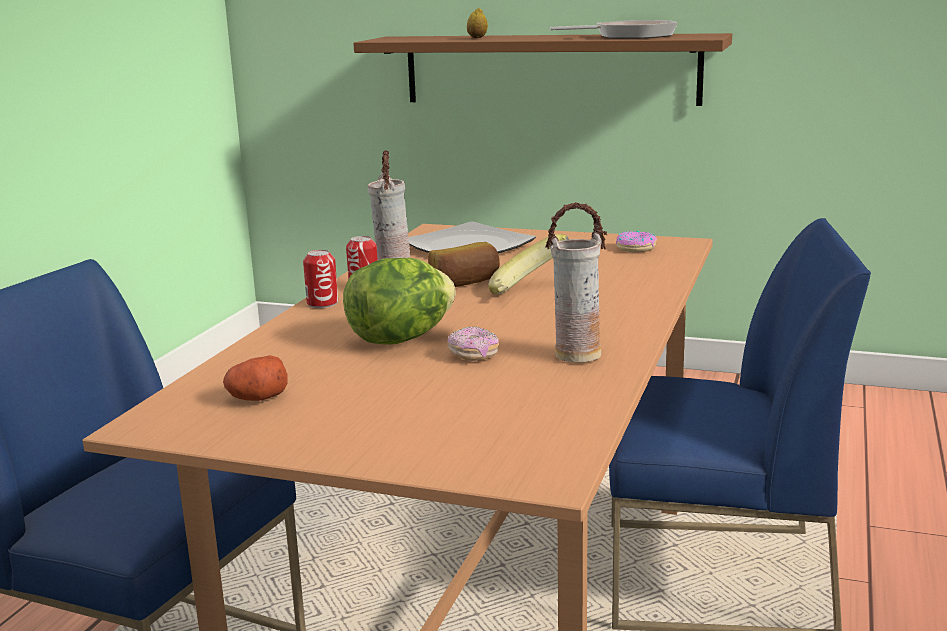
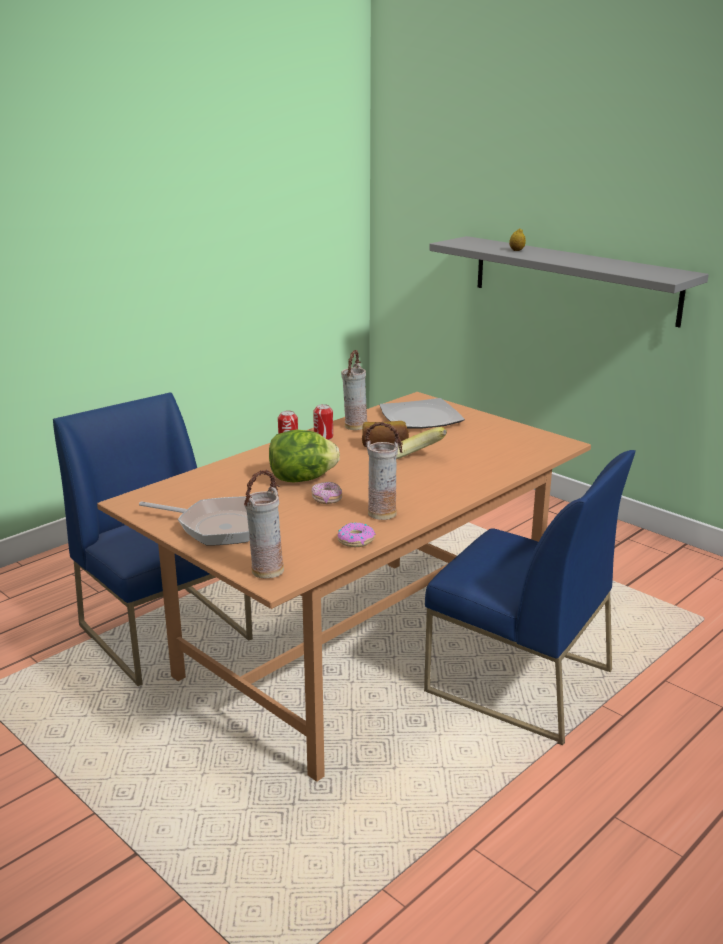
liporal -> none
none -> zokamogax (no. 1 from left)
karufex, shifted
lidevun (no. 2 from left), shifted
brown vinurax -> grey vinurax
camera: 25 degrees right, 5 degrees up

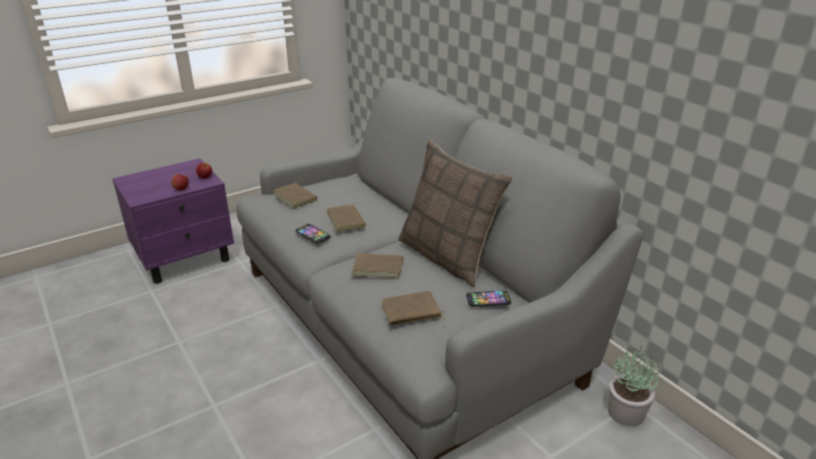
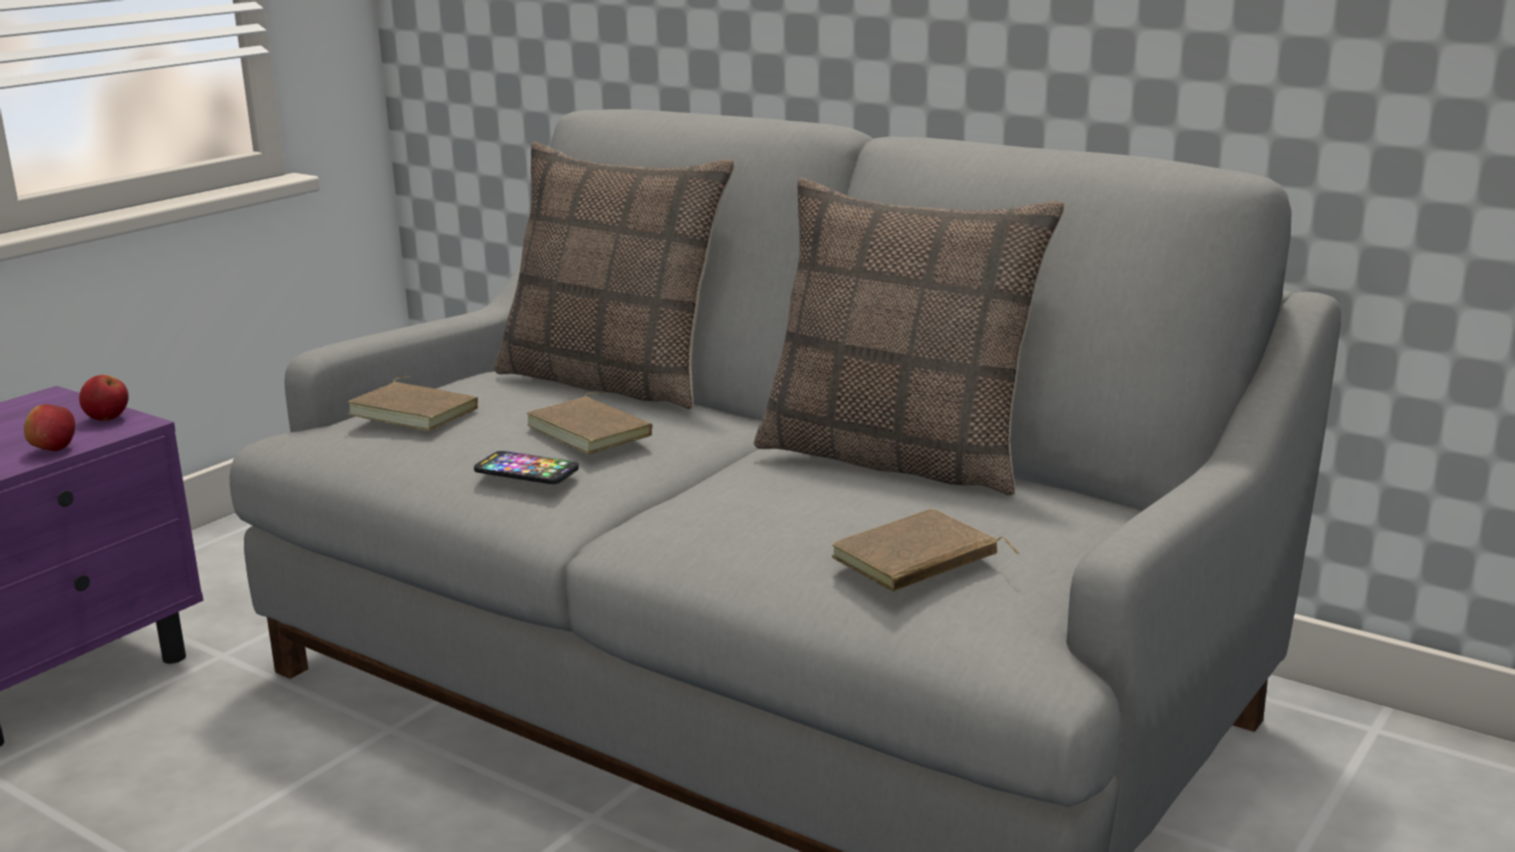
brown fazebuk (no. 3 from left) -> none
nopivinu (no. 2 from left) -> none
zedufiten -> none
none -> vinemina (no. 1 from left)
camera: 20 degrees left, 10 degrees down

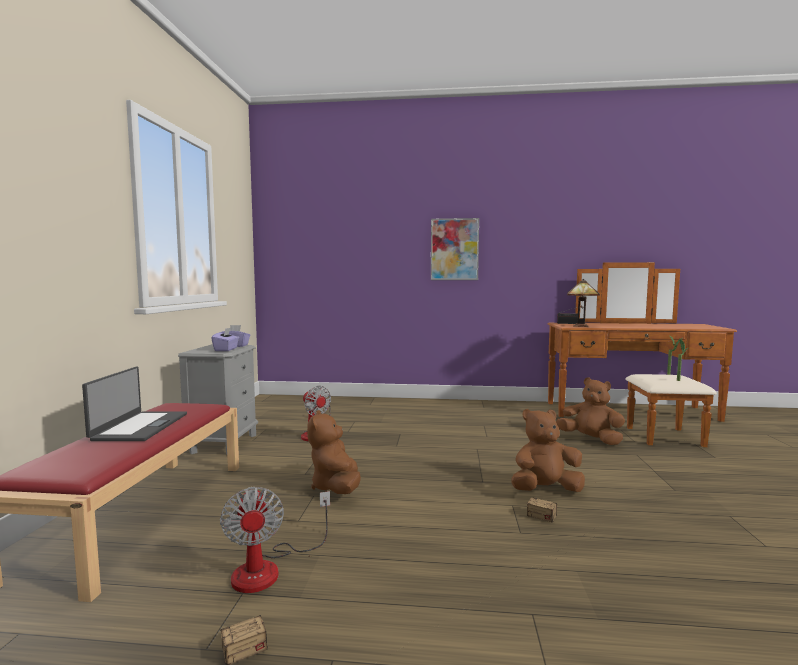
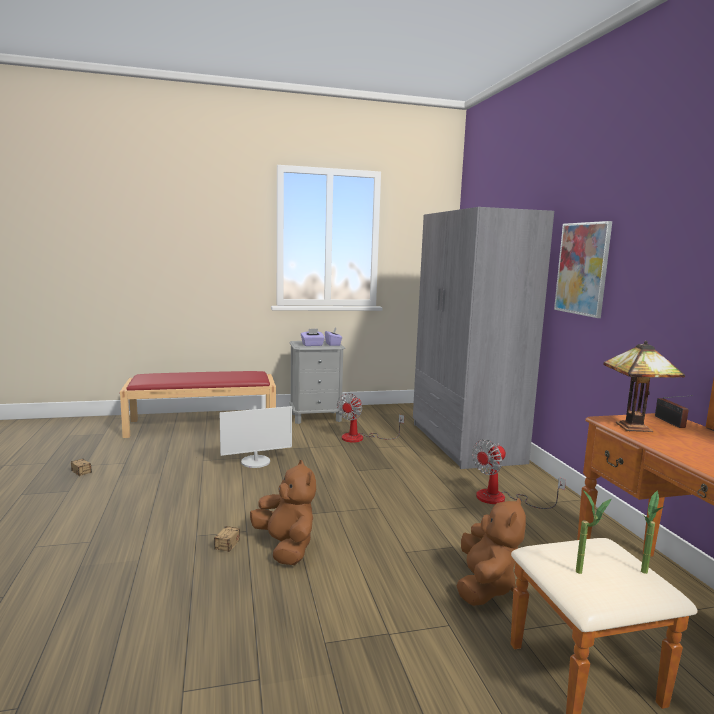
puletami -> none
none -> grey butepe
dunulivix (no. 1 from left in the first image) -> dunulivix (no. 2 from left), shifted
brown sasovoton (no. 1 from left) -> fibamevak
camera: 70 degrees right, 5 degrees up

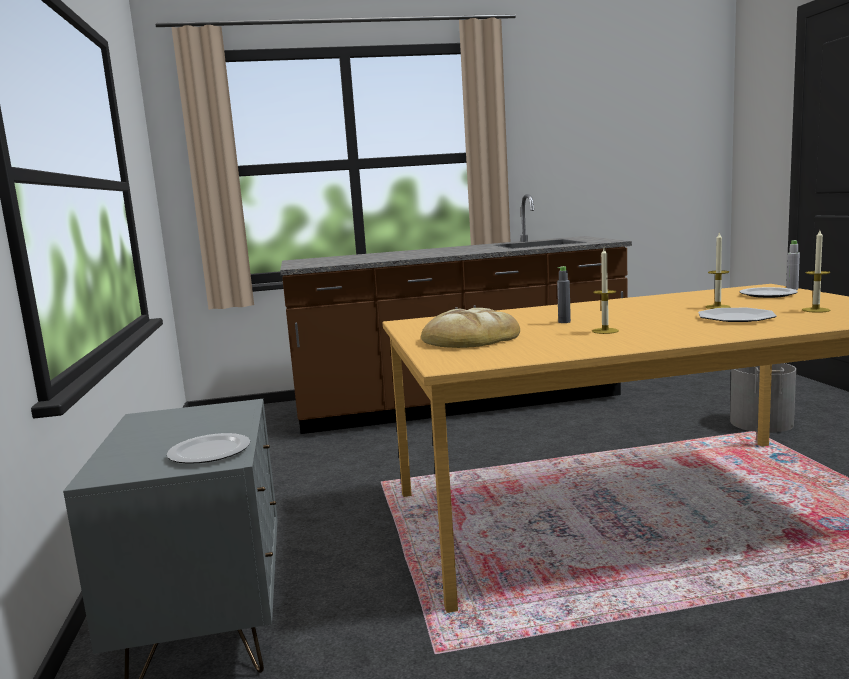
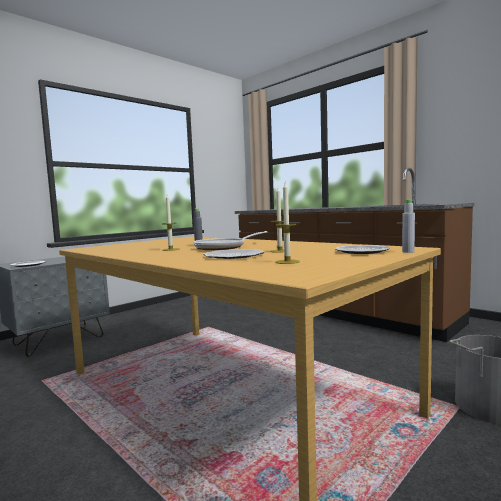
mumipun -> none
none -> karufex
camera: 55 degrees right, 5 degrees down

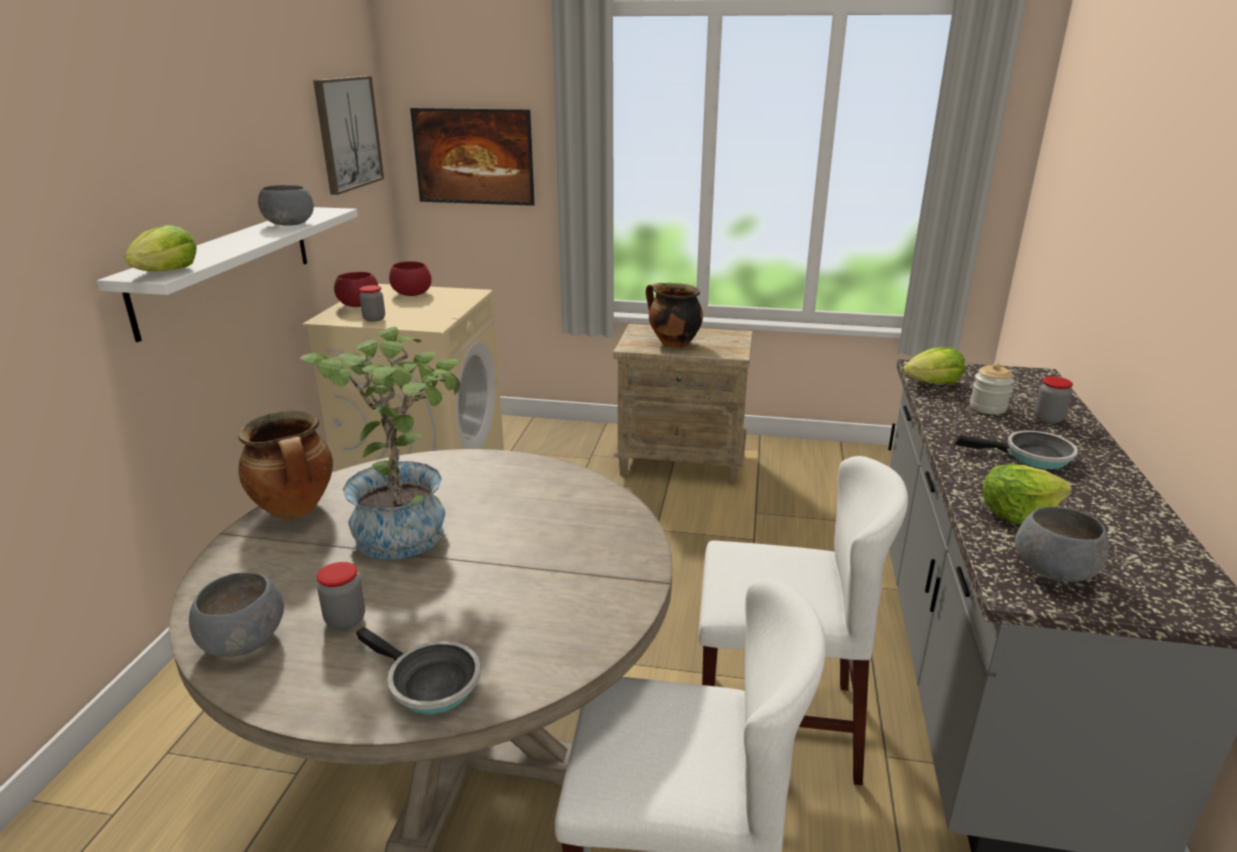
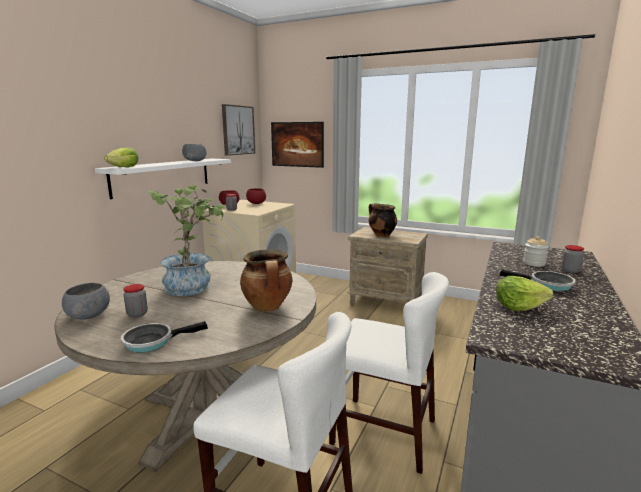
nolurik (no. 2 from left) -> none
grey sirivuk (no. 3 from left) -> none
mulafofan (no. 1 from left), shifted
karufex (no. 1 from left), 105 degrees clockwise
camera: 15 degrees right, 10 degrees down

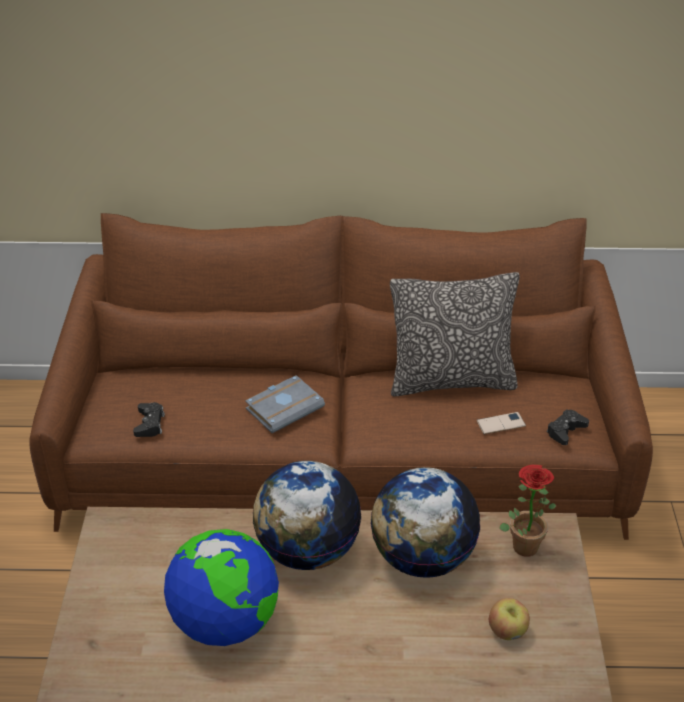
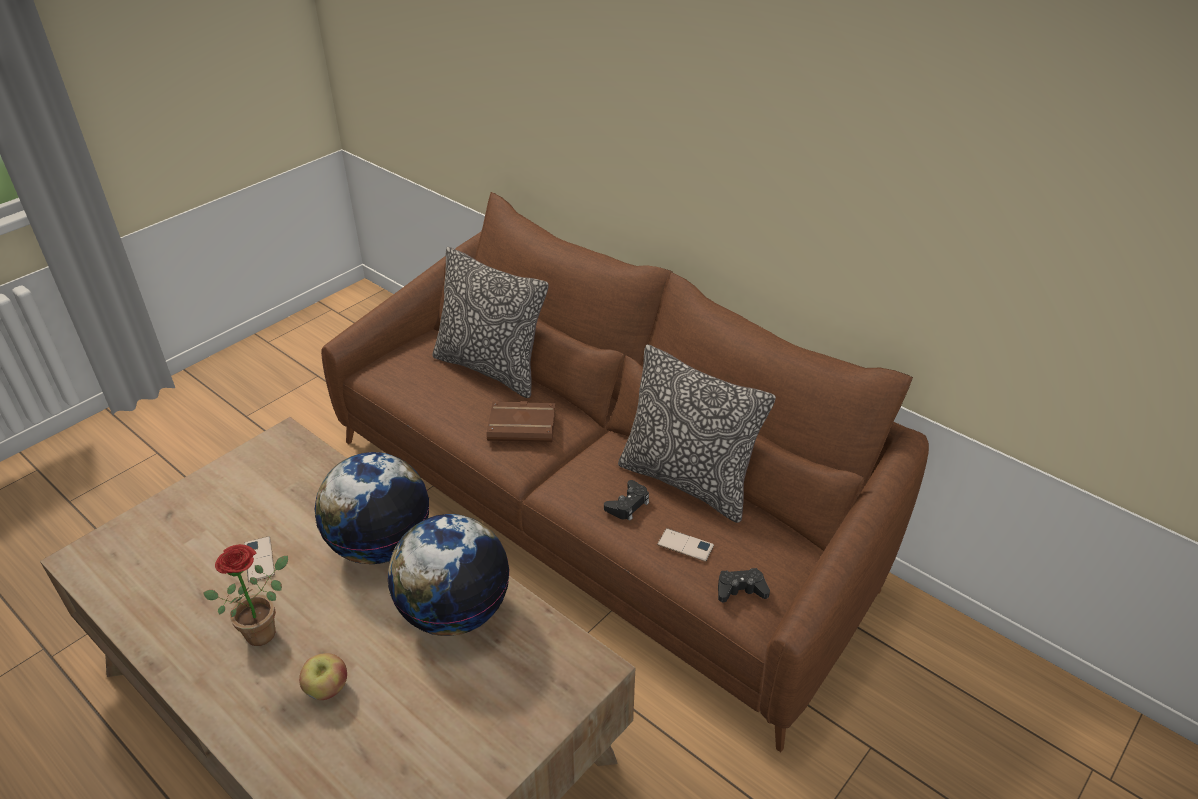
none -> vinemina (no. 1 from left)
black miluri (no. 1 from left), shifted
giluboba, shifted
zedufiten, shifted
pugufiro (no. 1 from left) -> nopivinu (no. 1 from left)
grey fazebuk -> brown fazebuk
camera: 40 degrees right, 0 degrees up

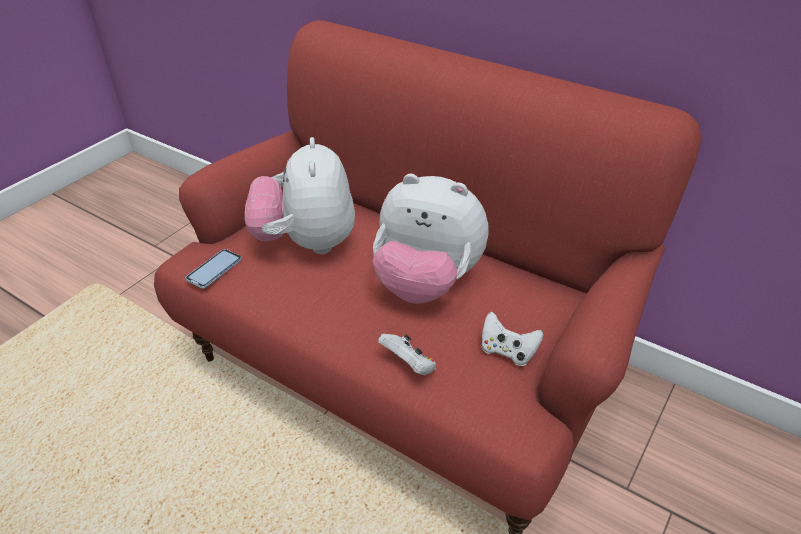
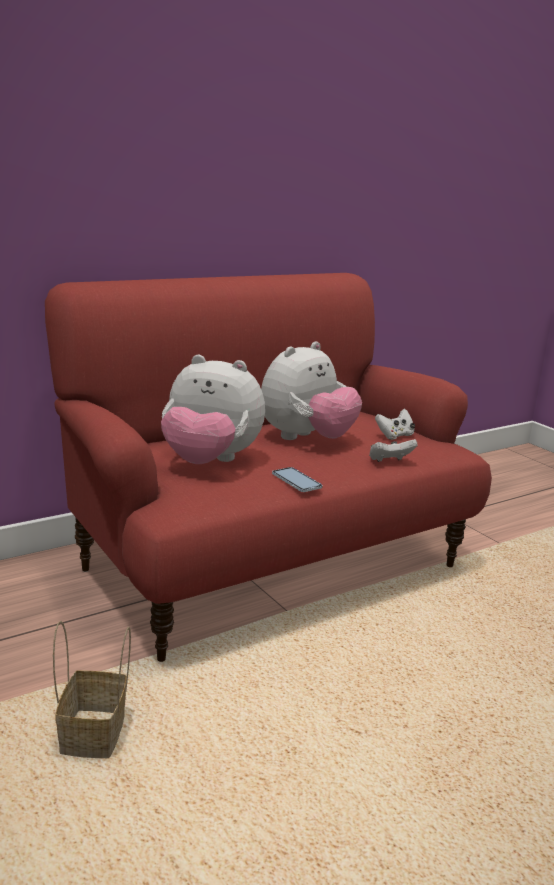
none -> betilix
nopivinu, shifted
camera: 70 degrees left, 20 degrees down

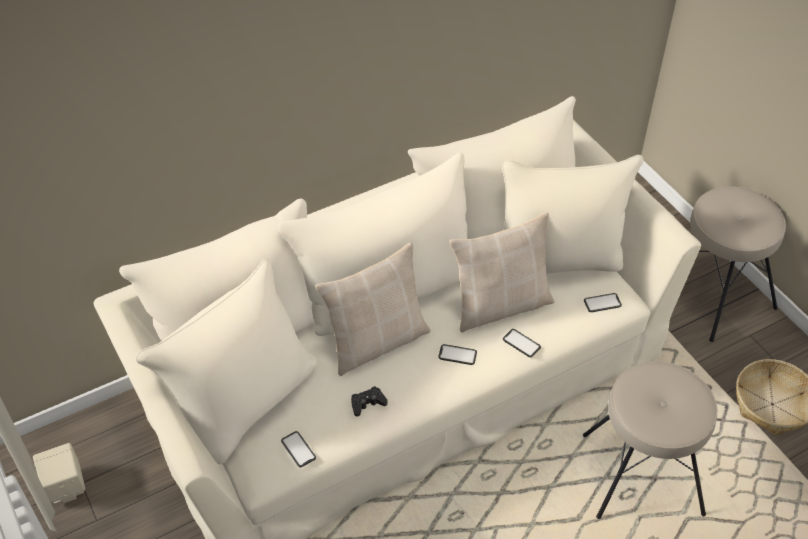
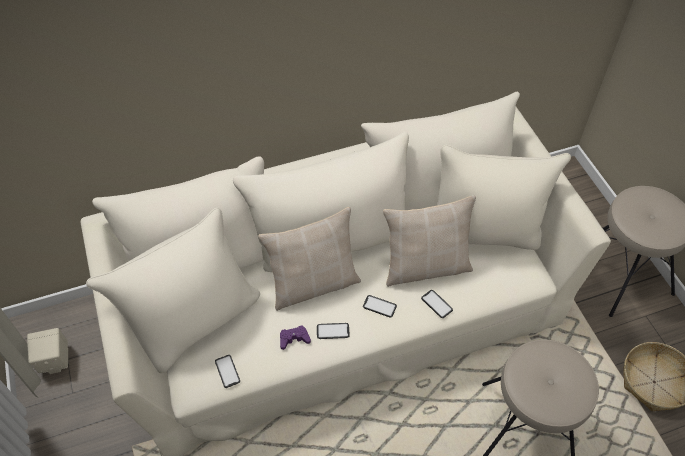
nopivinu (no. 4 from left in the first image) -> nopivinu (no. 2 from left), shifted
black miluri -> purple miluri
camera: 10 degrees right, 5 degrees up

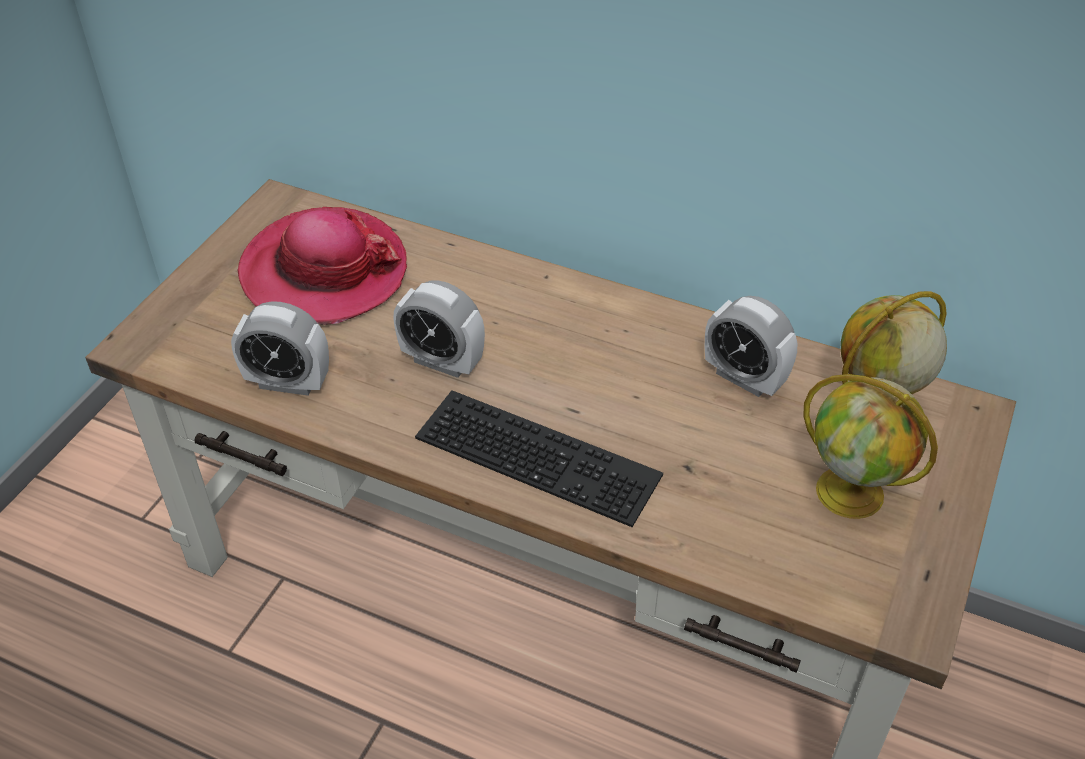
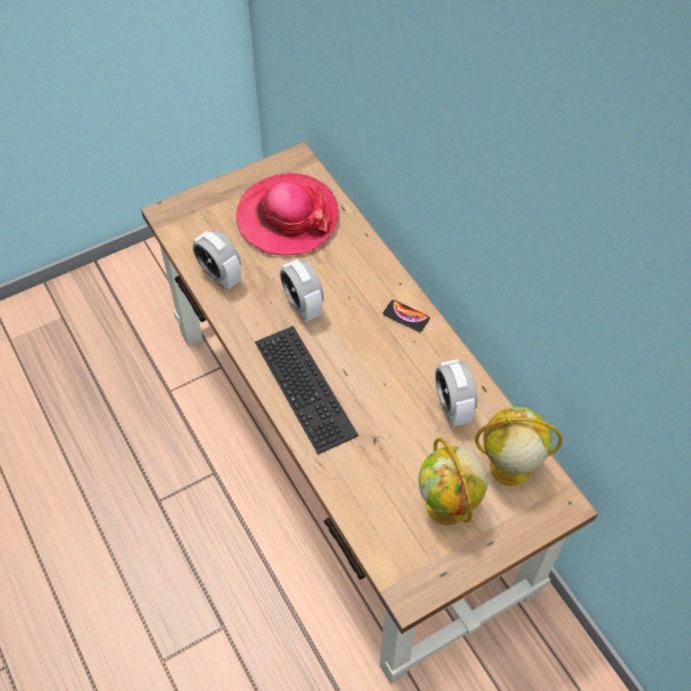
none -> nopivinu
camera: 35 degrees right, 10 degrees up

